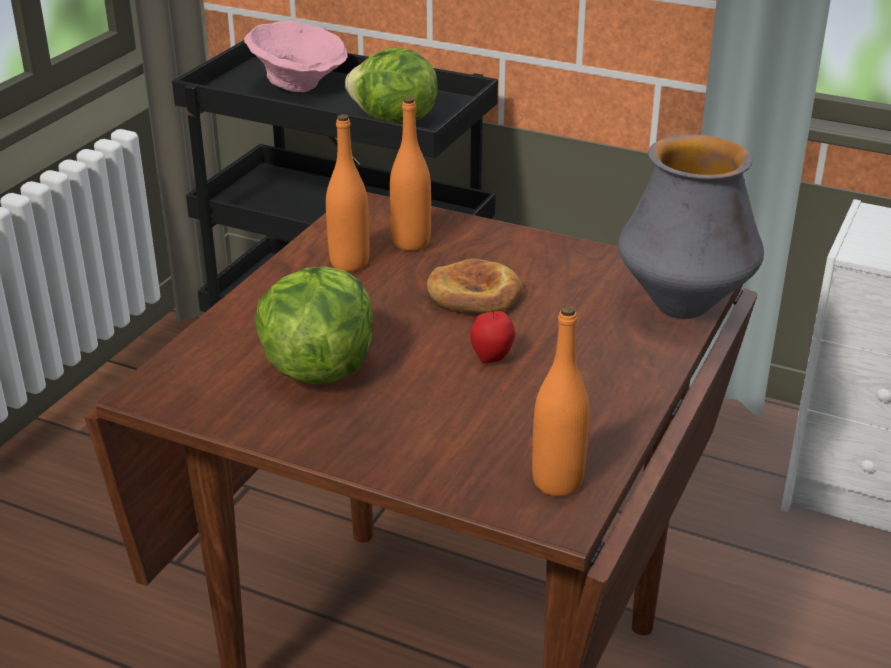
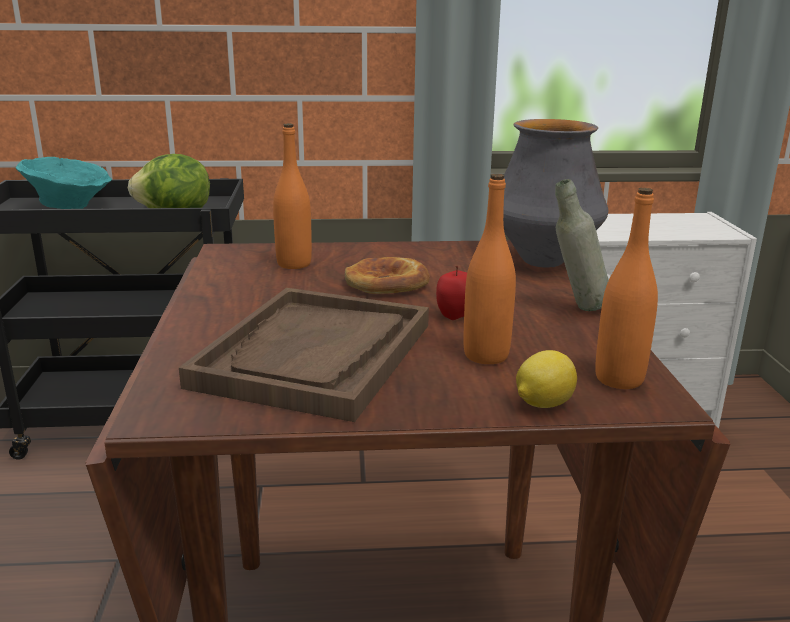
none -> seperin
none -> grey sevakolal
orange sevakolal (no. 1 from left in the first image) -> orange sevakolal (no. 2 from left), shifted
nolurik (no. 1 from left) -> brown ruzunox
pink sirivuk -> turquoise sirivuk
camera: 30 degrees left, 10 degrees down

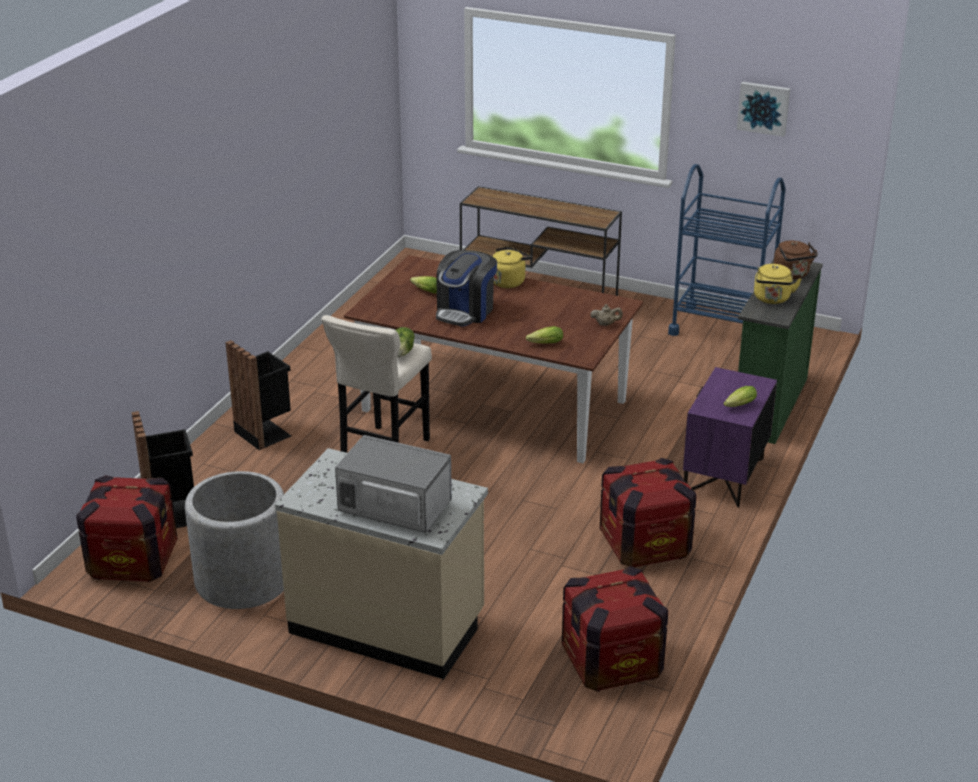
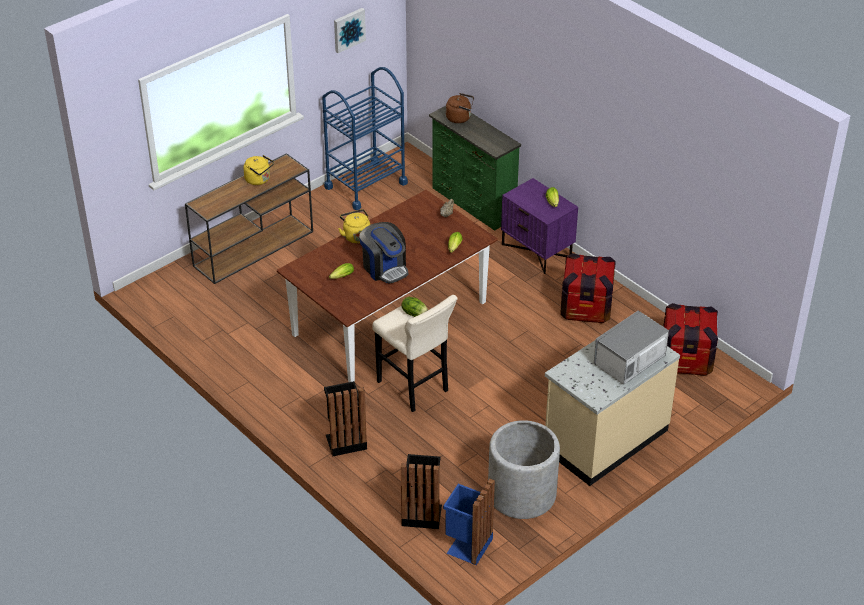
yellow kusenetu (no. 2 from left in the first image) -> yellow kusenetu (no. 1 from left), shifted
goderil (no. 1 from left) -> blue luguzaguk
camera: 65 degrees left, 10 degrees up

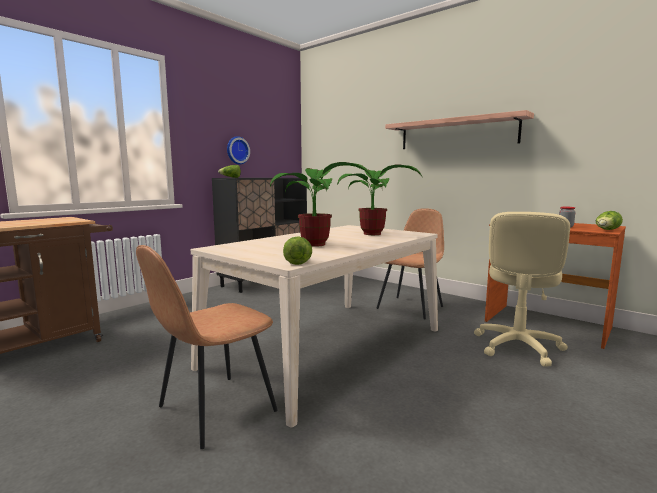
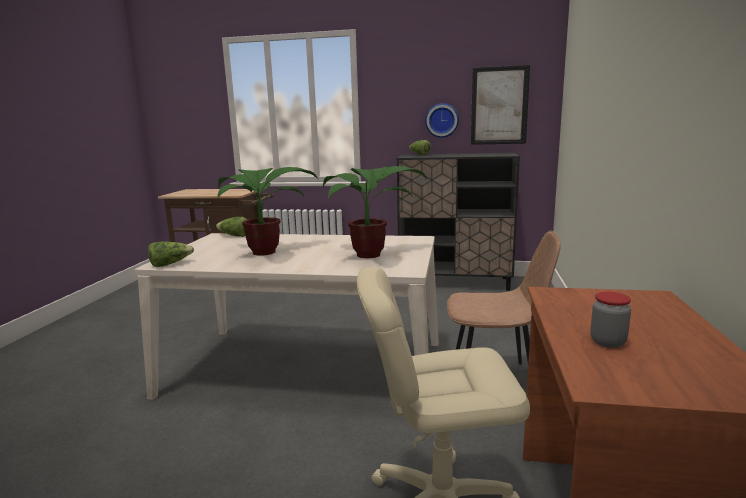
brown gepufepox (no. 1 from left) -> none
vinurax -> none
none -> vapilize
nolurik (no. 3 from left in the first image) -> nolurik (no. 2 from left), shifted
camera: 60 degrees right, 5 degrees up

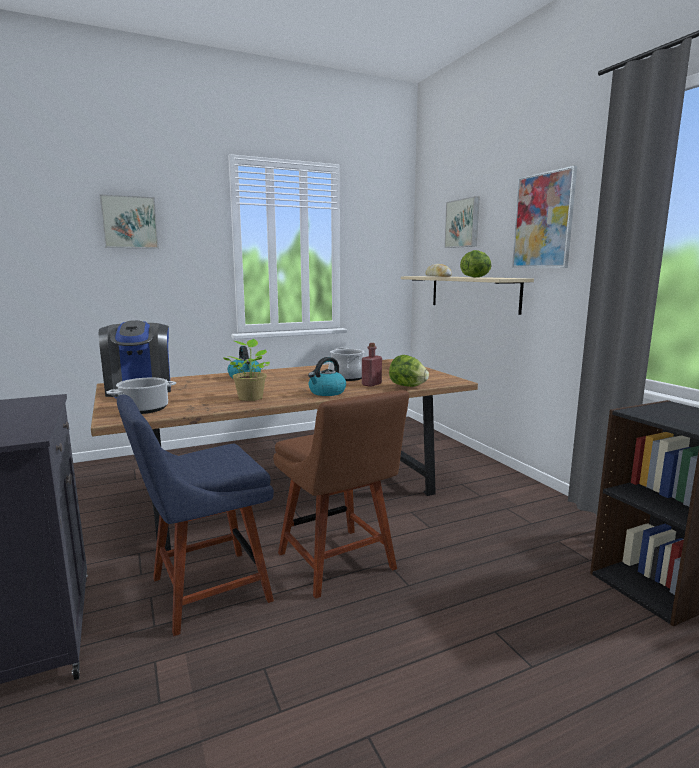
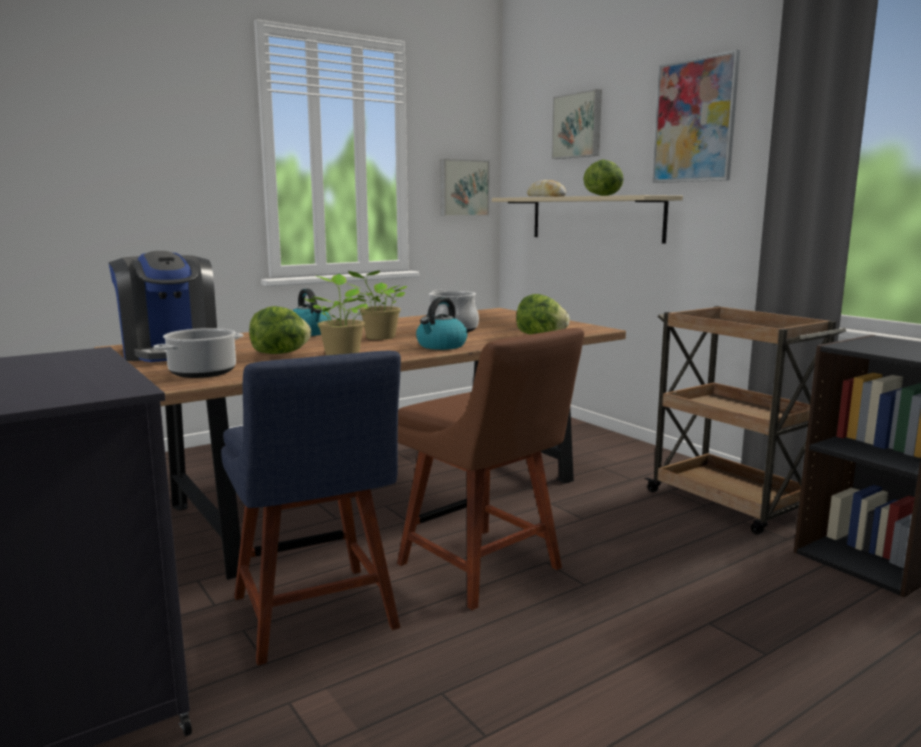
red sevakolal -> none
none -> nolurik (no. 1 from left)
none -> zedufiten (no. 2 from left)
none -> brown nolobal
vapilize (no. 1 from left), shifted
blue gepufepox, 75 degrees counterclockwise
camera: 10 degrees left, 0 degrees up

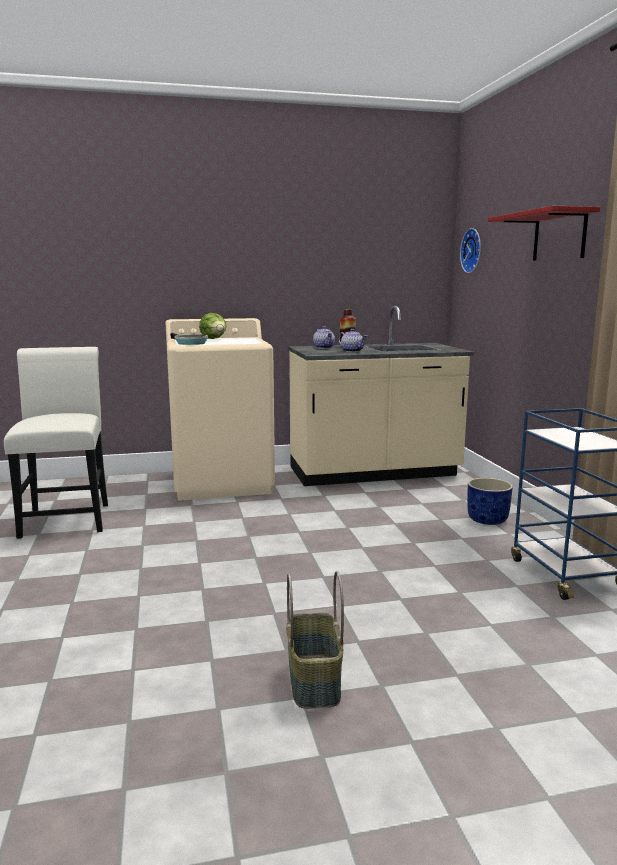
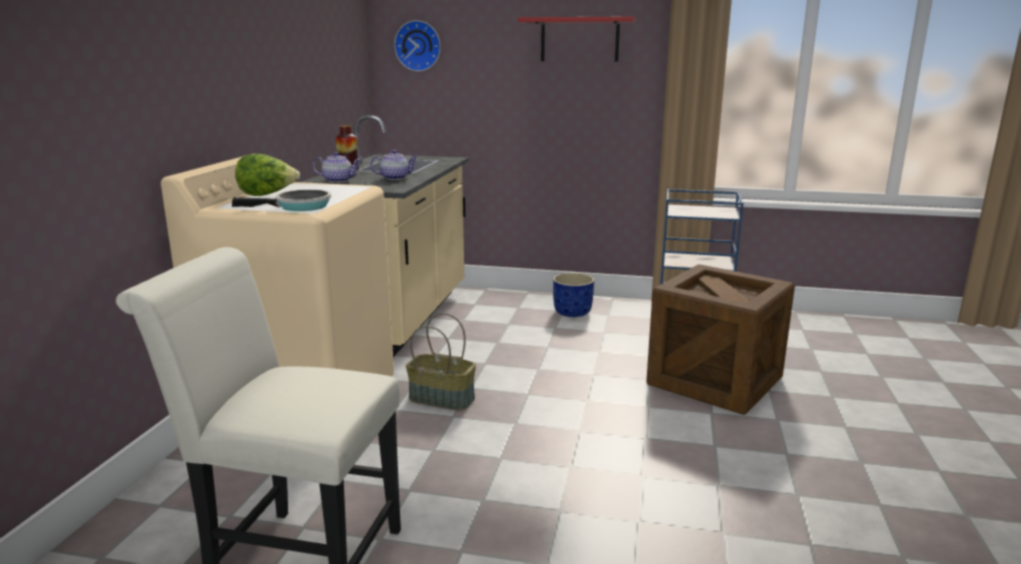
none -> goderil
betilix, shifted
camera: 65 degrees left, 5 degrees up

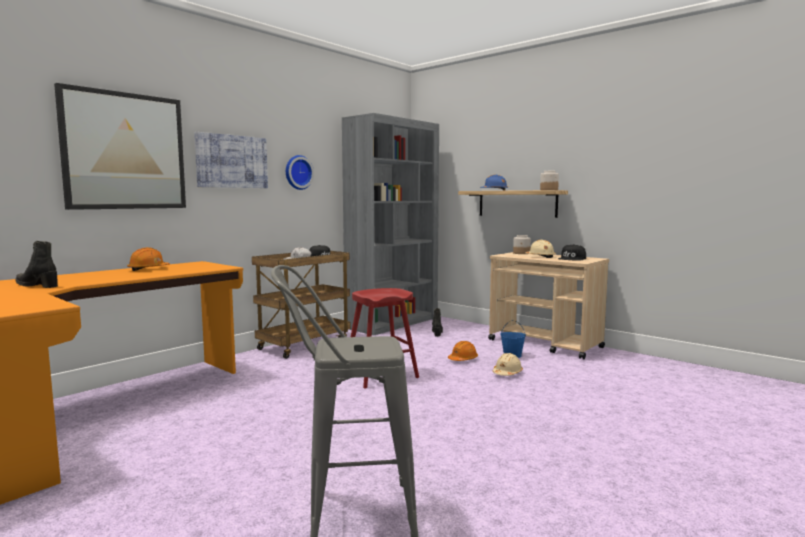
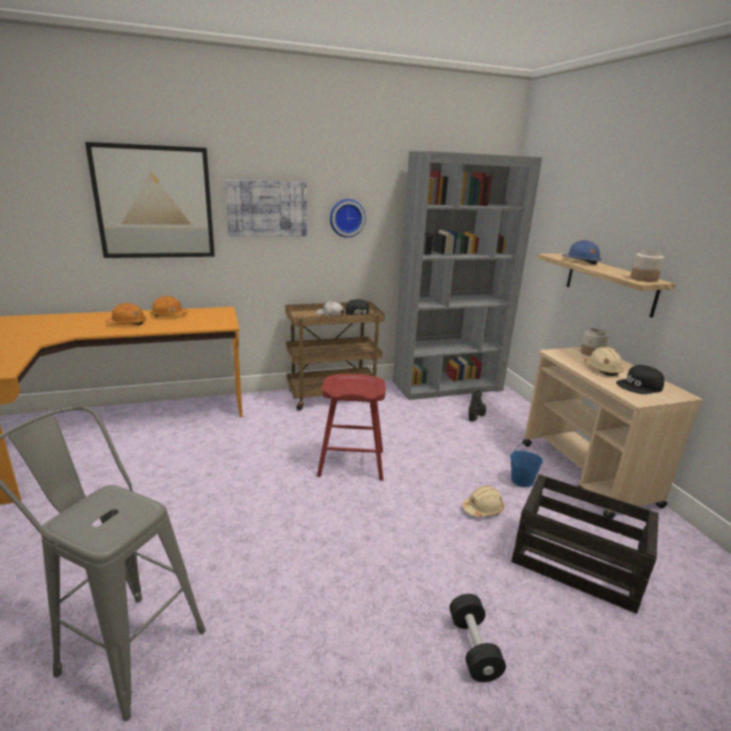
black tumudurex (no. 1 from left) -> none
none -> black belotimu
none -> goderil
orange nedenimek (no. 2 from left in the first image) -> orange nedenimek (no. 1 from left), shifted
camera: 30 degrees right, 15 degrees up

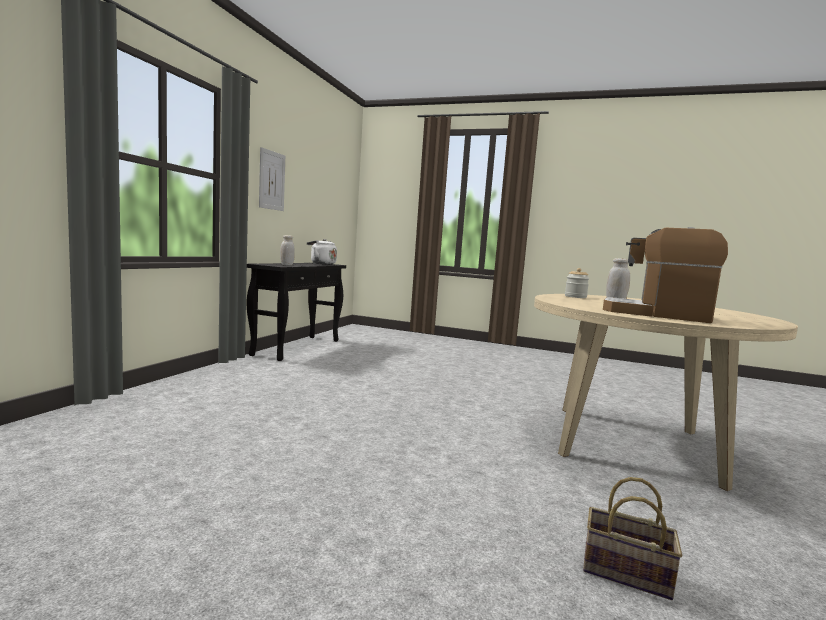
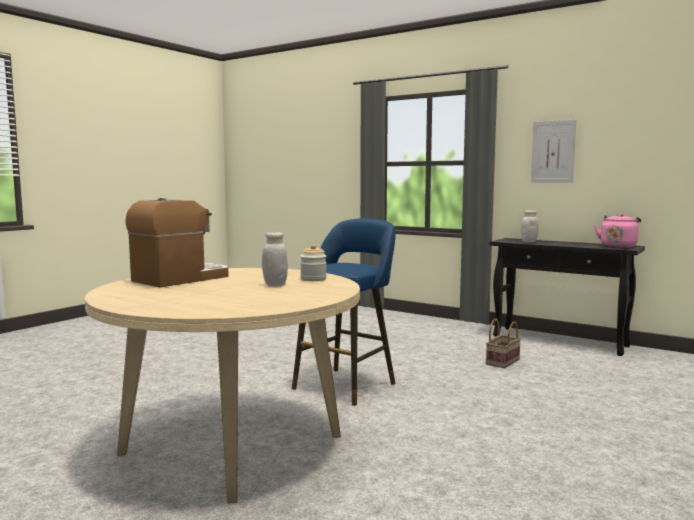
none -> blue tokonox
betilix, shifted
white kusenetu -> pink kusenetu
camera: 105 degrees right, 0 degrees up

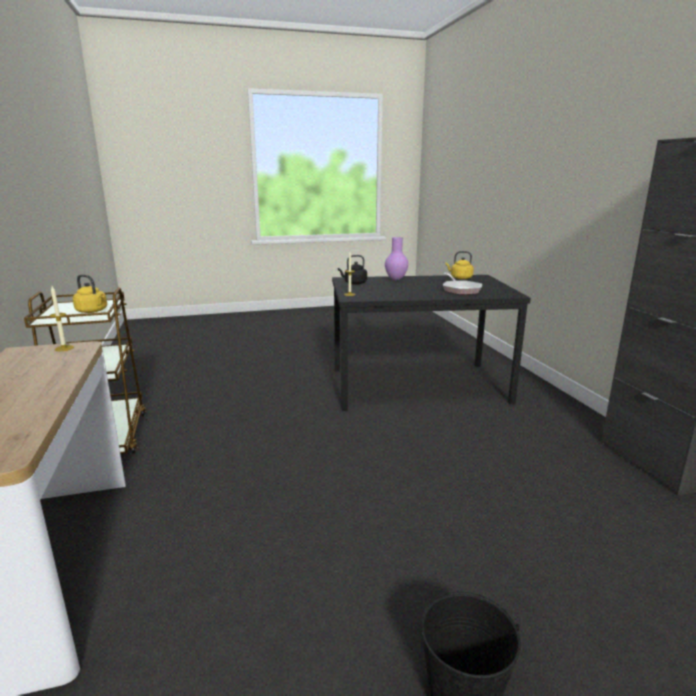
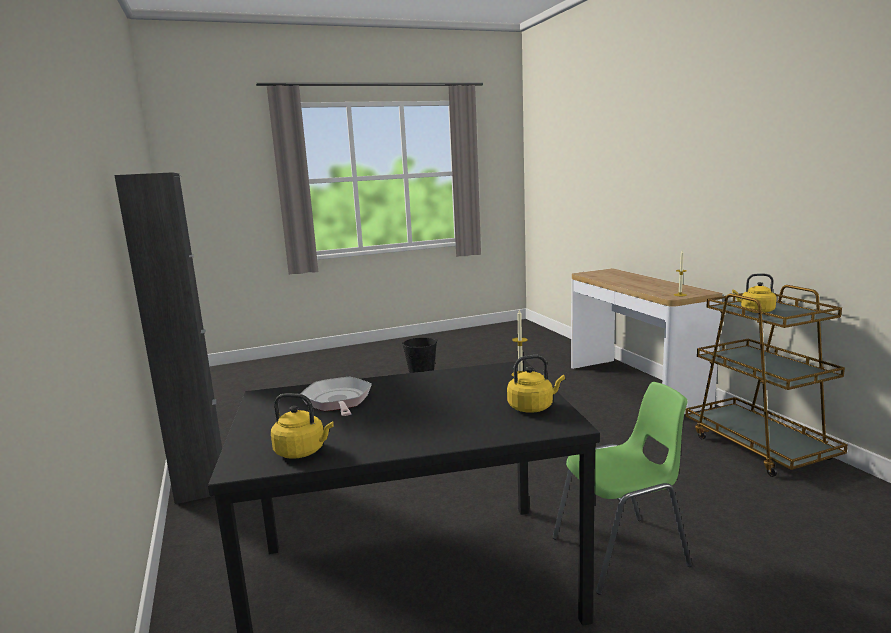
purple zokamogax -> none
none -> green gepufepox
black kusenetu -> yellow kusenetu (no. 2 from left)
camera: 175 degrees right, 5 degrees down

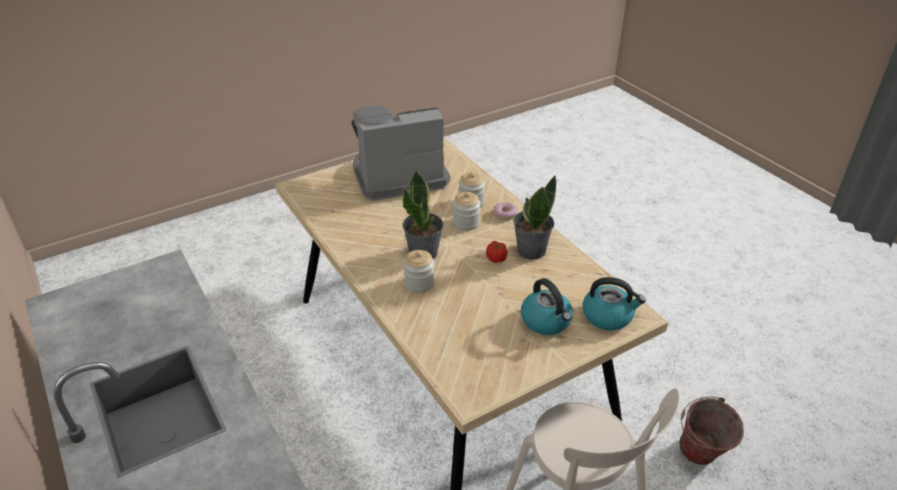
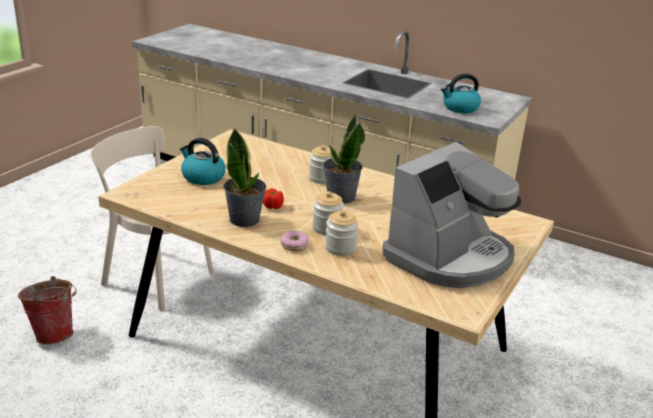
kusenetu (no. 2 from left), shifted
camera: 150 degrees right, 10 degrees down

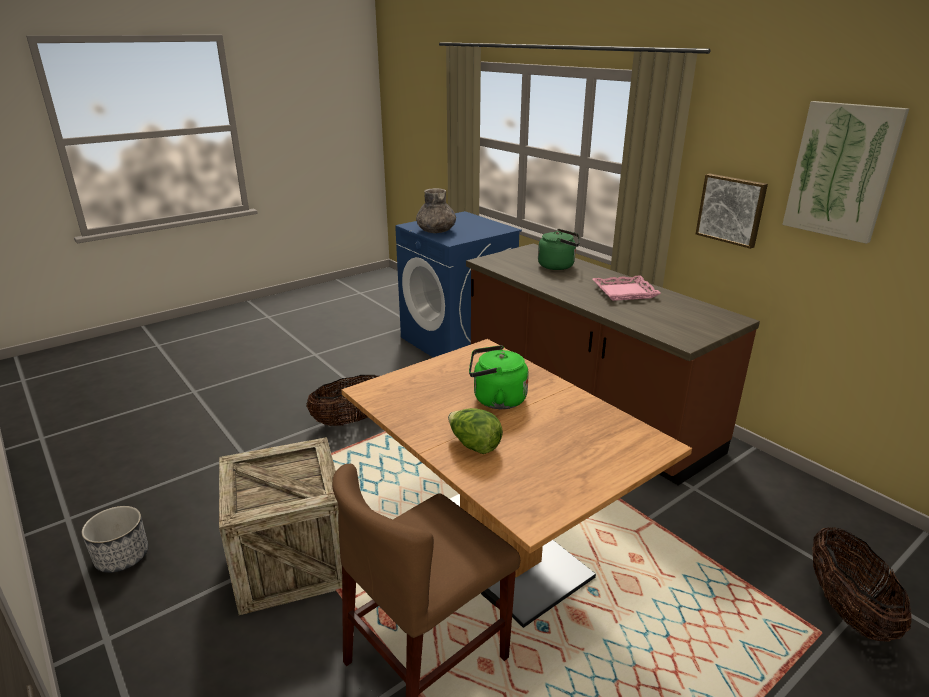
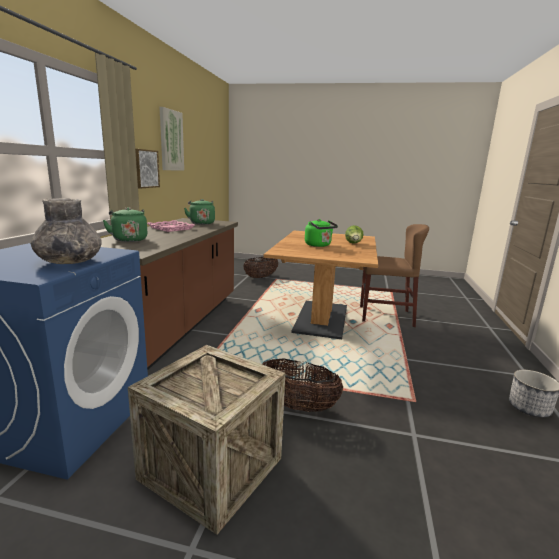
none -> green kusenetu (no. 2 from left)
goderil, shifted
camera: 130 degrees left, 10 degrees down

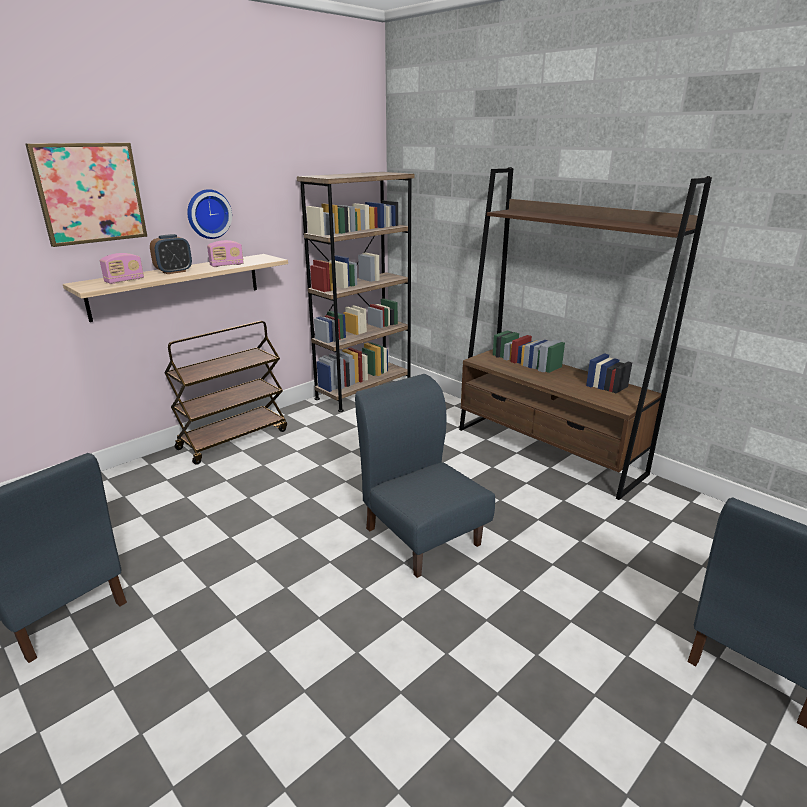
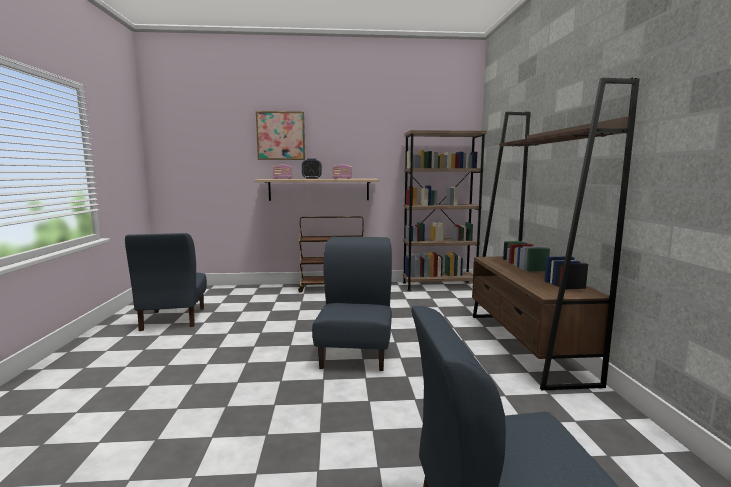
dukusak -> none
camera: 40 degrees right, 15 degrees down

